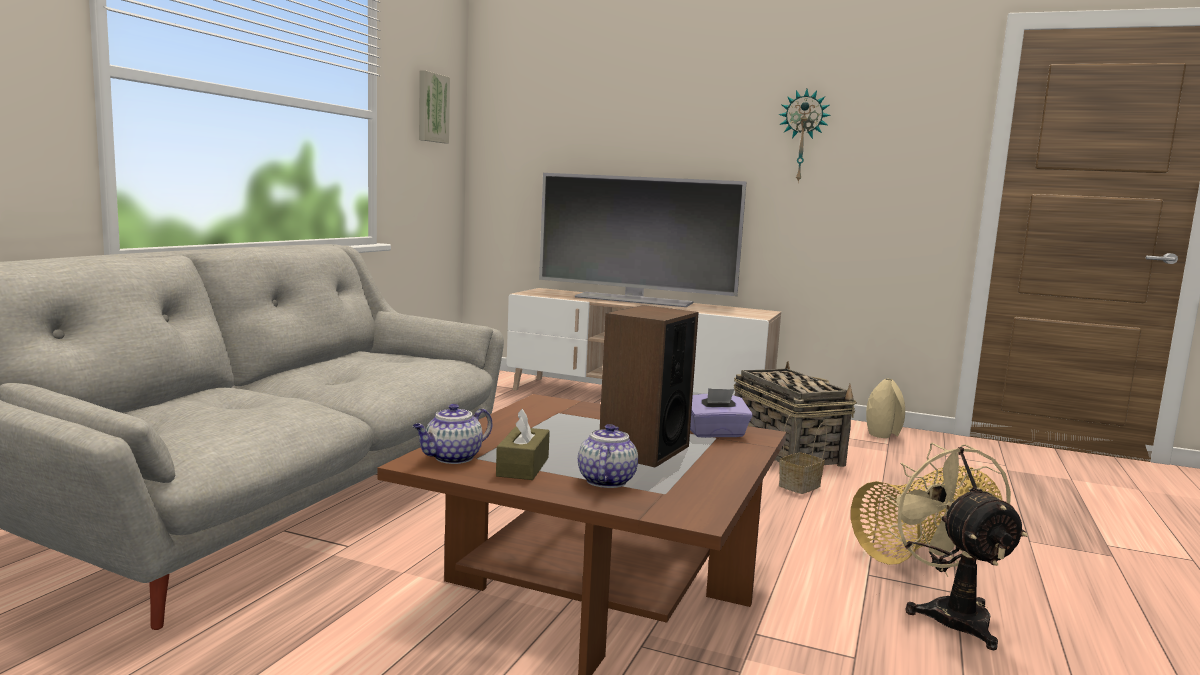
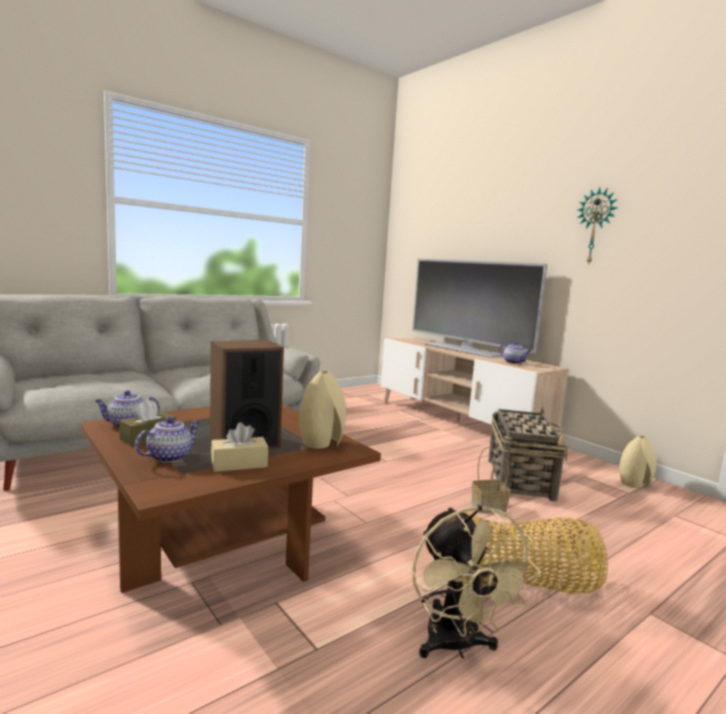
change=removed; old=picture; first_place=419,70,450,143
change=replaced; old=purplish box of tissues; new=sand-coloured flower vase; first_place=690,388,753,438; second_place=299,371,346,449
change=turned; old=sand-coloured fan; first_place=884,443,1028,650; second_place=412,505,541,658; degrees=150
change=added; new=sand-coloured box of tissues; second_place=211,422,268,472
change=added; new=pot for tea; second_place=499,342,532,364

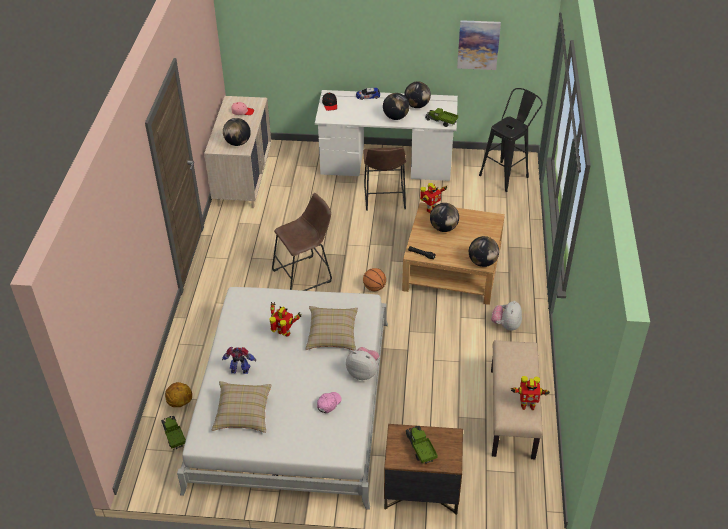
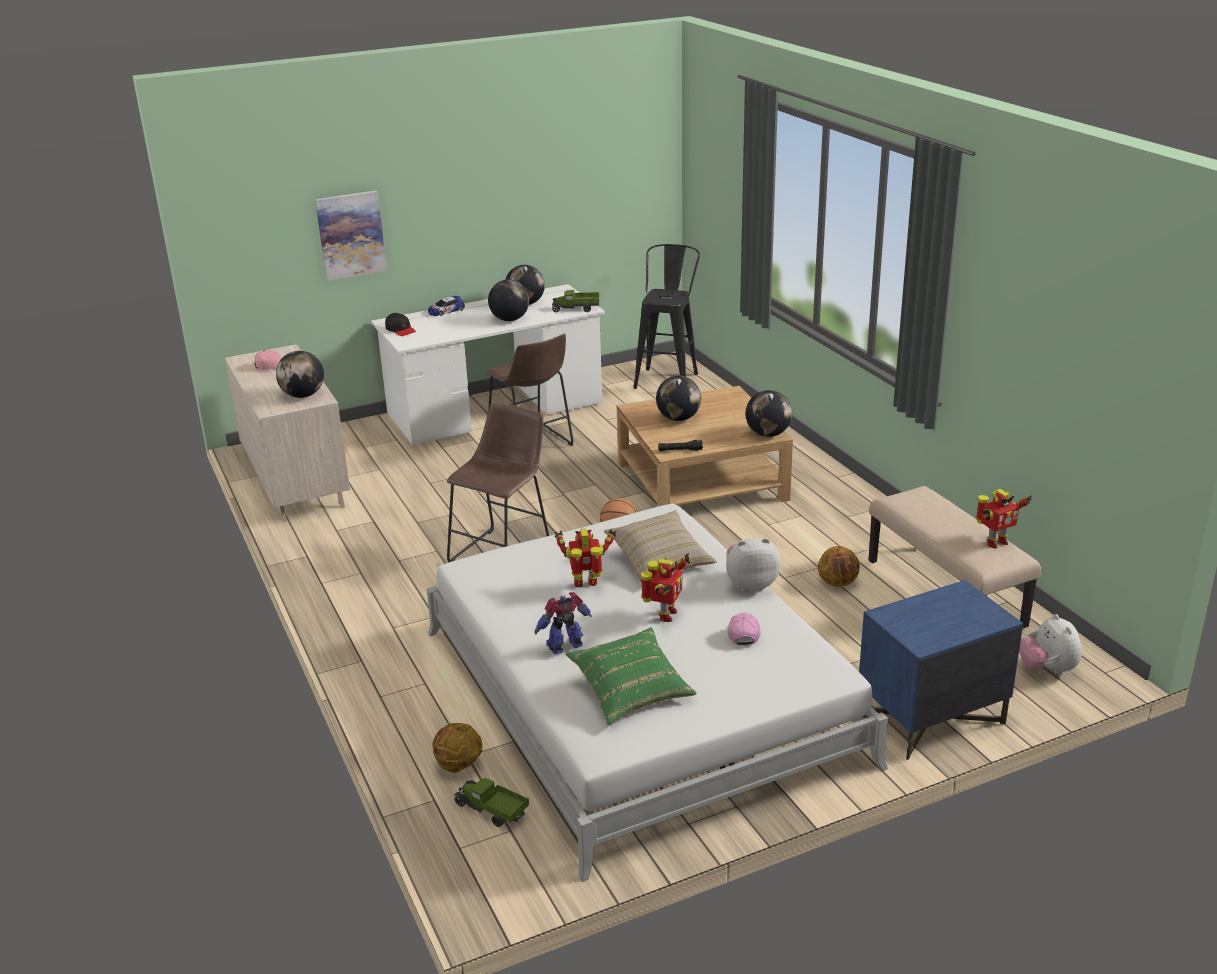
change=recoloured; old=sand-coloured pillow; new=green pillow; first_place=212,381,272,433; second_place=566,627,697,726
change=recoloured; old=brownish nightstand; new=blue nightstand; first_place=384,424,463,515; second_place=859,580,1024,760
change=removed; old=toy truck; first_place=406,426,438,464
change=moved; old=model robot; first_place=420,183,448,213; second_place=641,554,690,622
change=moved; old=picture; first_place=457,20,501,70; second_place=315,190,387,281
change=moved; old=cuddly toy; first_place=491,301,522,331; second_place=1019,614,1082,674
change=added; new=ball for basketball; second_place=818,546,860,587

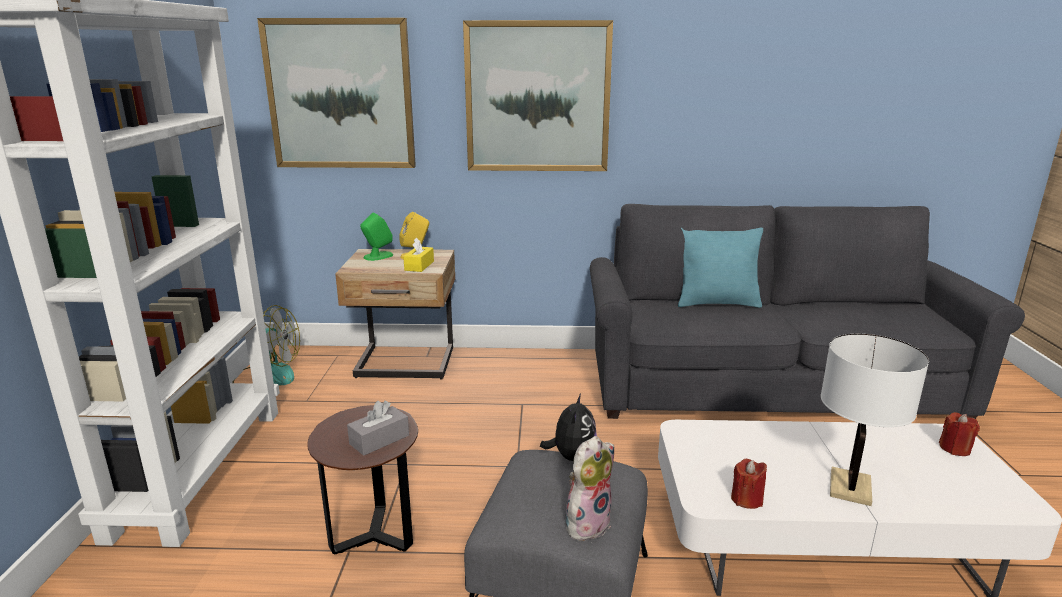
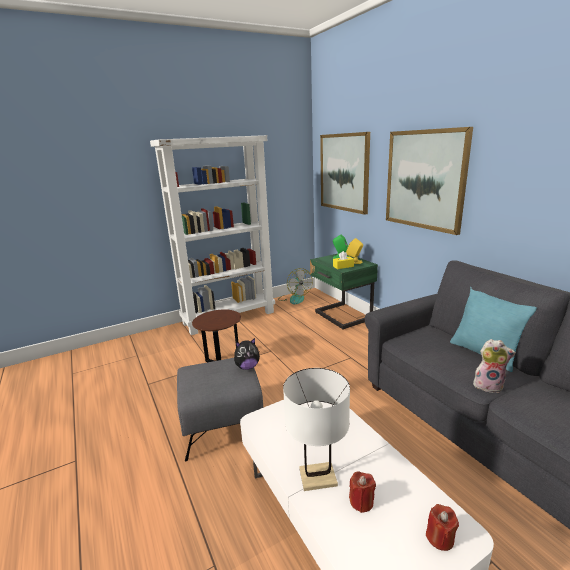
change=recoloured; old=sand-coloured nightstand; new=green nightstand; first_place=335,249,455,380; second_place=310,254,378,330
change=removed; old=gray box of tissues; first_place=347,401,409,456
change=moved; old=cuddly toy; first_place=565,436,614,540; second_place=473,339,516,393
change=moved; old=reddish candle; first_place=731,459,767,509; second_place=349,471,376,513

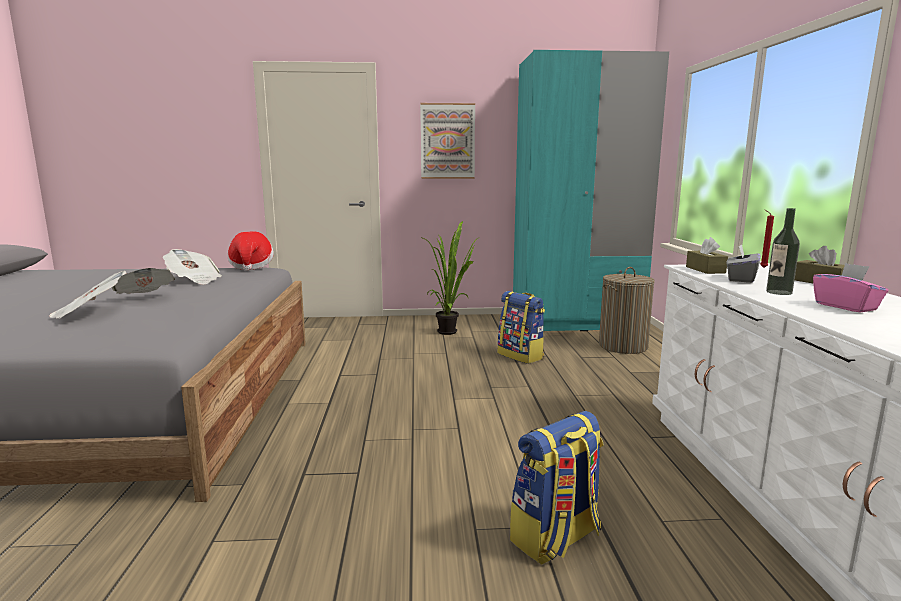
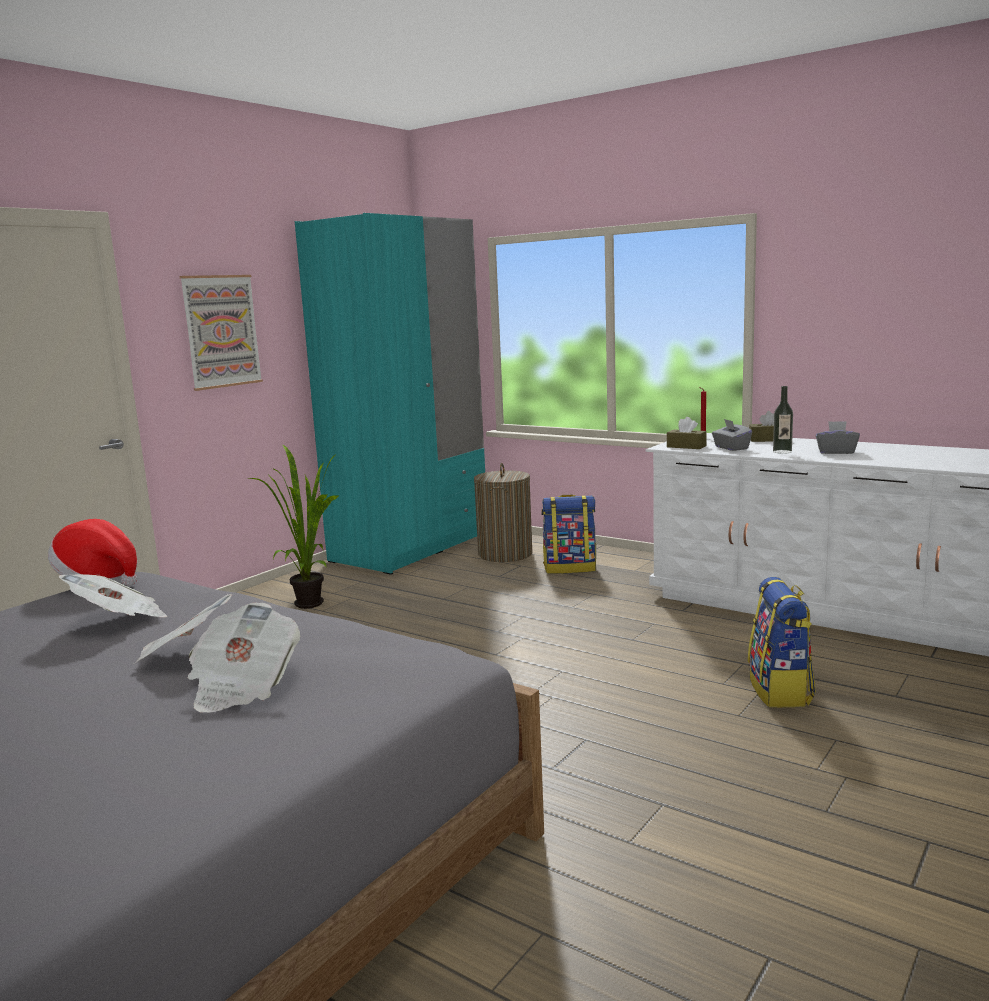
change=moved; old=knapsack; first_place=498,291,545,364; second_place=541,494,596,574
change=recoloured; old=pink-coloured box of tissues; new=gray box of tissues; first_place=813,263,889,313; second_place=816,421,860,454

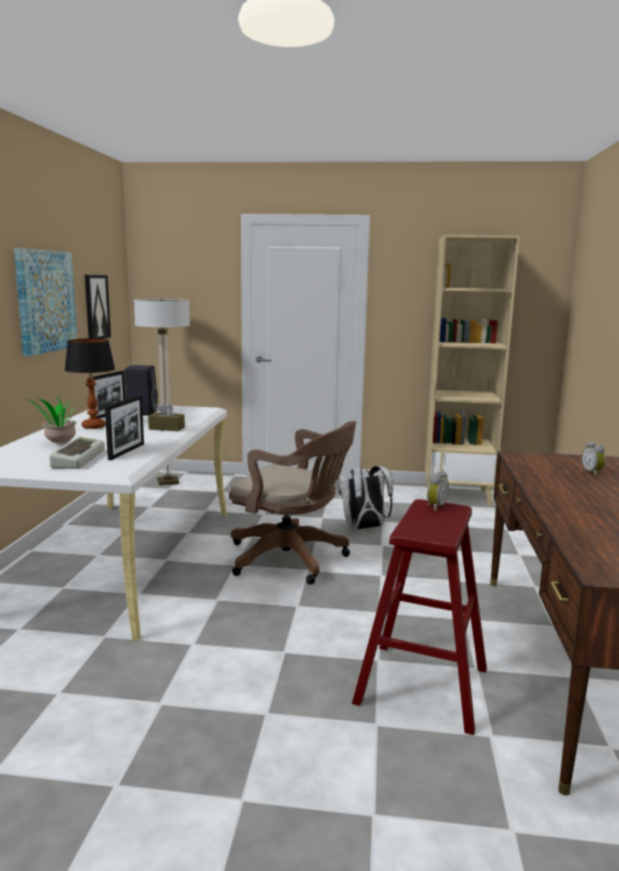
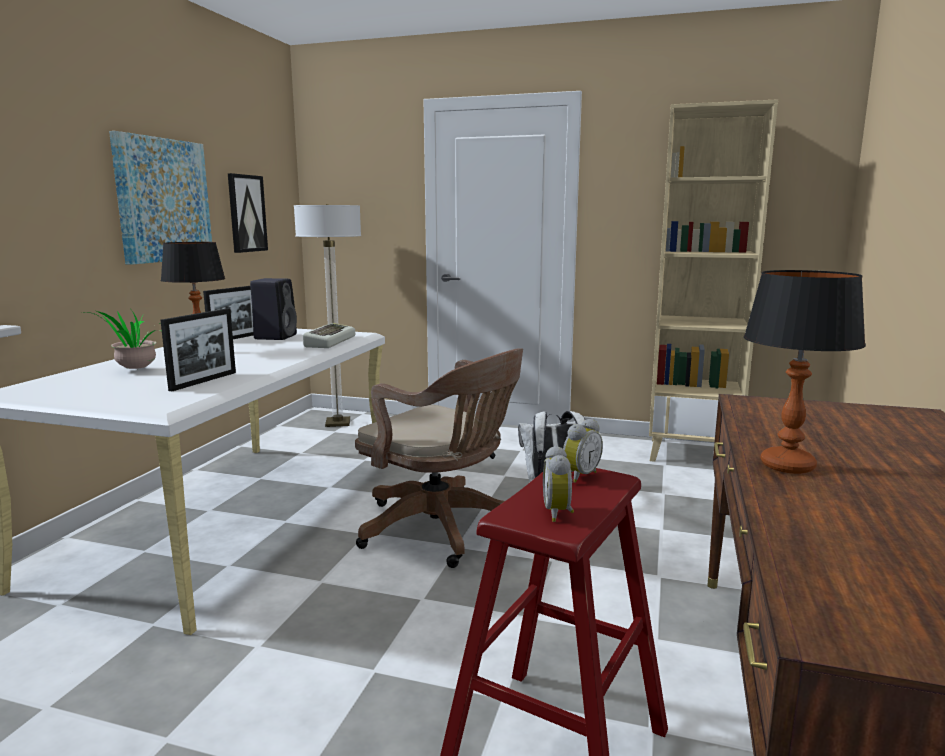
change=moved; old=PC keyboard; first_place=49,437,105,469; second_place=303,323,355,348
change=removed; old=brownish box of tissues; first_place=148,402,185,431
change=moved; old=table clock; first_place=582,441,606,476; second_place=543,445,574,522
change=added; new=table lamp; second_place=744,270,866,474

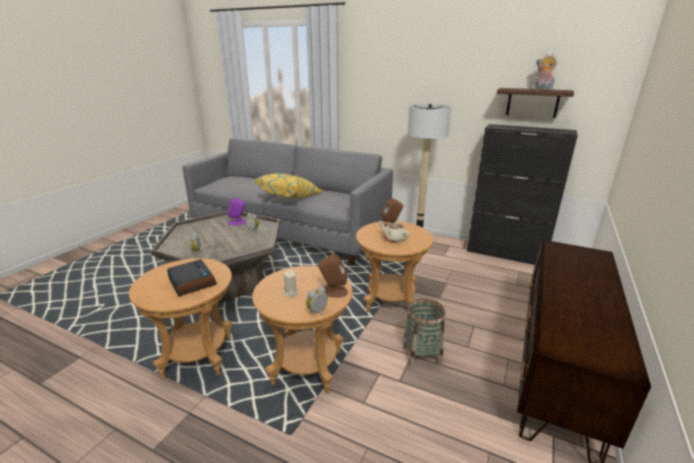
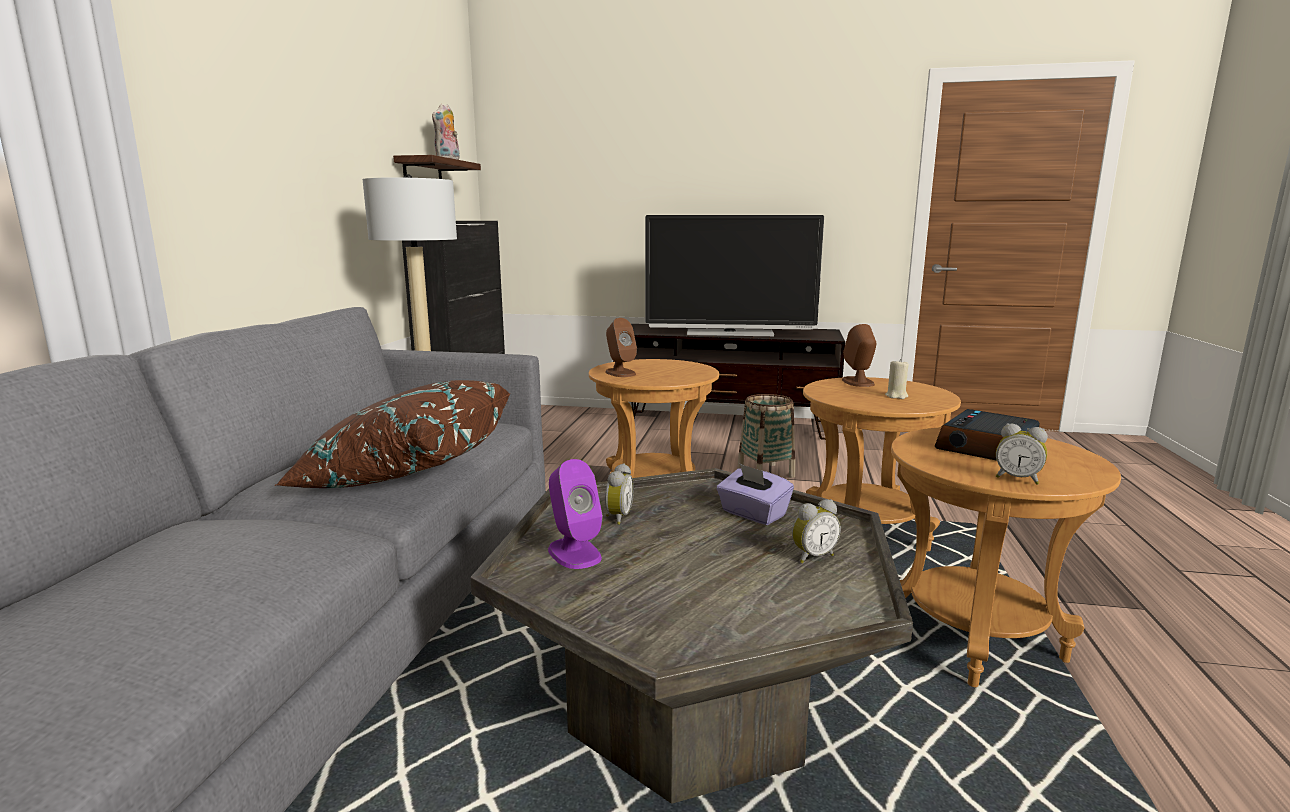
change=recoloured; old=yellow-coloured pillow; new=brownish pillow; first_place=254,174,323,198; second_place=275,380,511,488
change=moved; old=table clock; first_place=306,286,328,315; second_place=996,423,1048,485
change=removed; old=sand-coloured pot for tea; first_place=379,221,410,242
change=added; new=television; second_place=645,215,824,336
change=added; new=purplish box of tissues; second_place=717,464,794,525

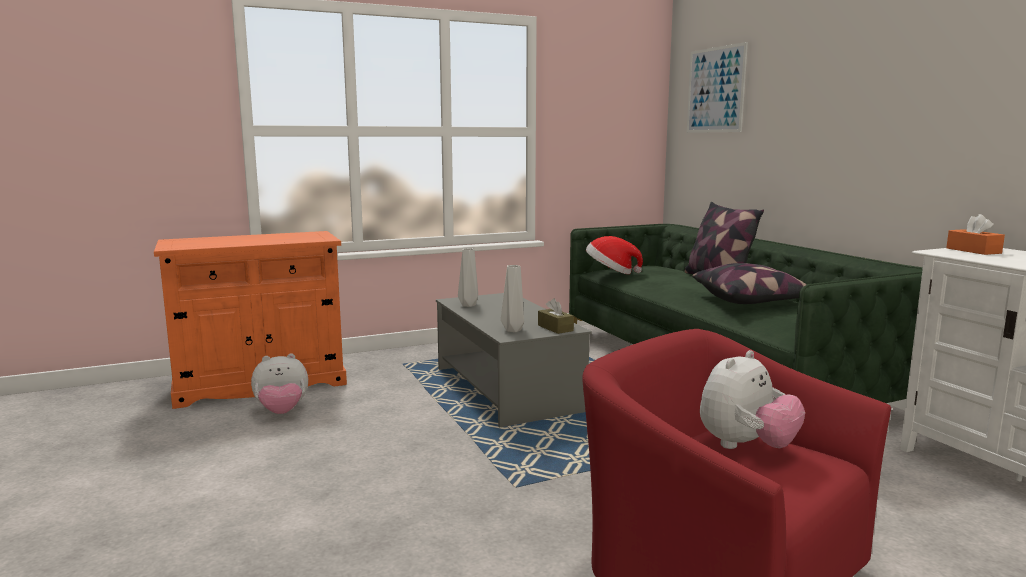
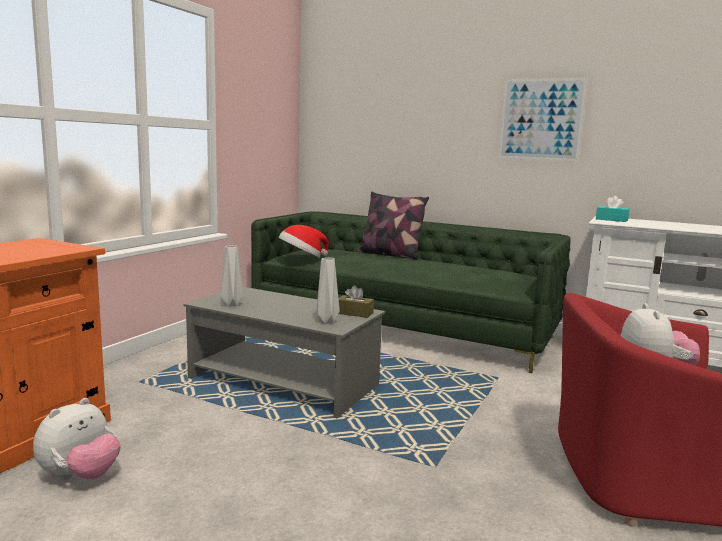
change=moved; old=picture; first_place=687,42,748,133; second_place=498,78,588,162
change=removed; old=pillow; first_place=692,263,807,304
change=recoloured; old=orange box of tissues; new=turquoise-coloured box of tissues; first_place=946,214,1005,255; second_place=596,196,630,222

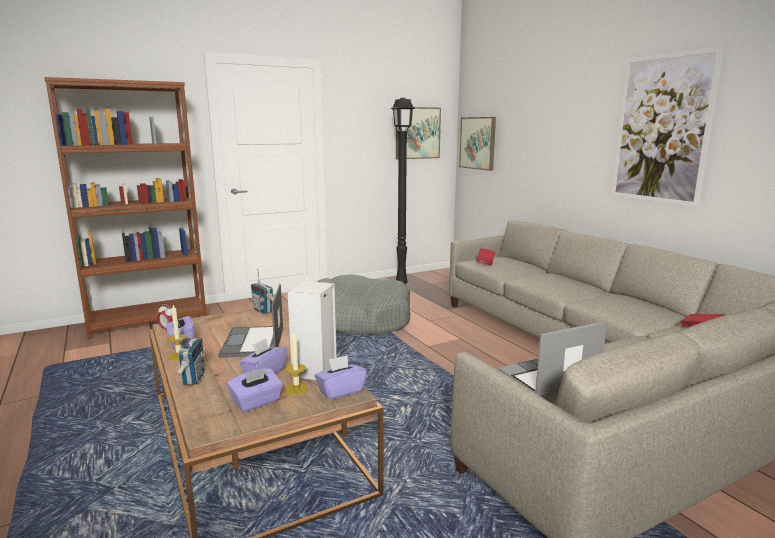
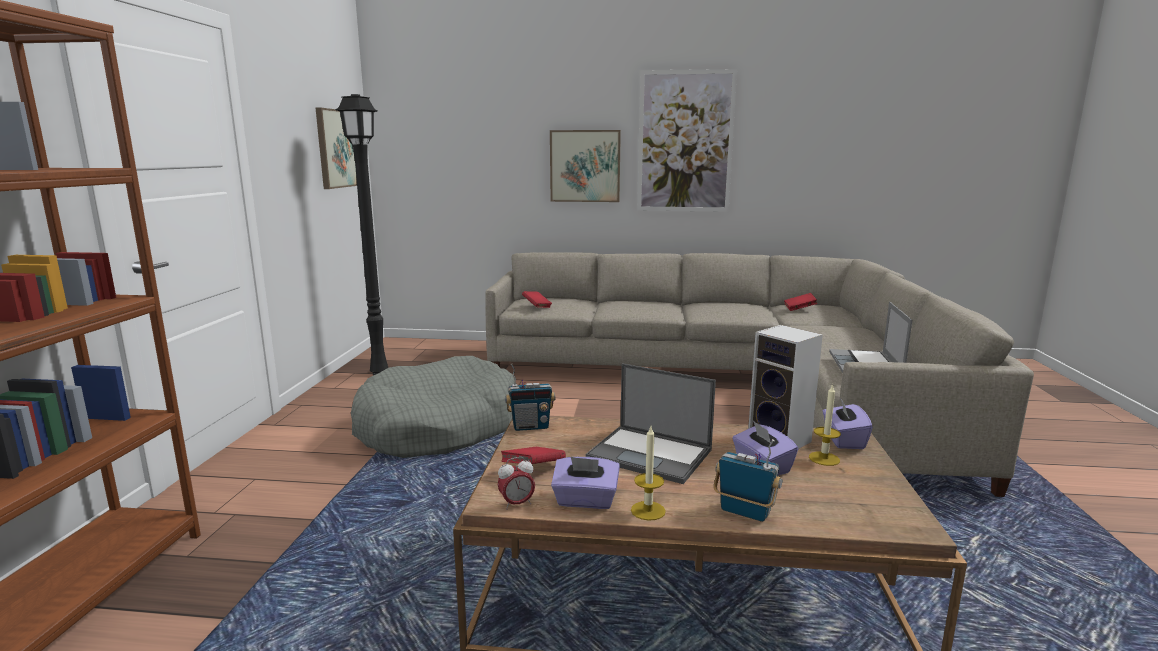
change=removed; old=purplish box of tissues; first_place=227,368,283,412
change=moved; old=picture; first_place=459,117,496,171; second_place=550,130,621,202
change=added; new=reddish bound book; second_place=501,447,566,464

